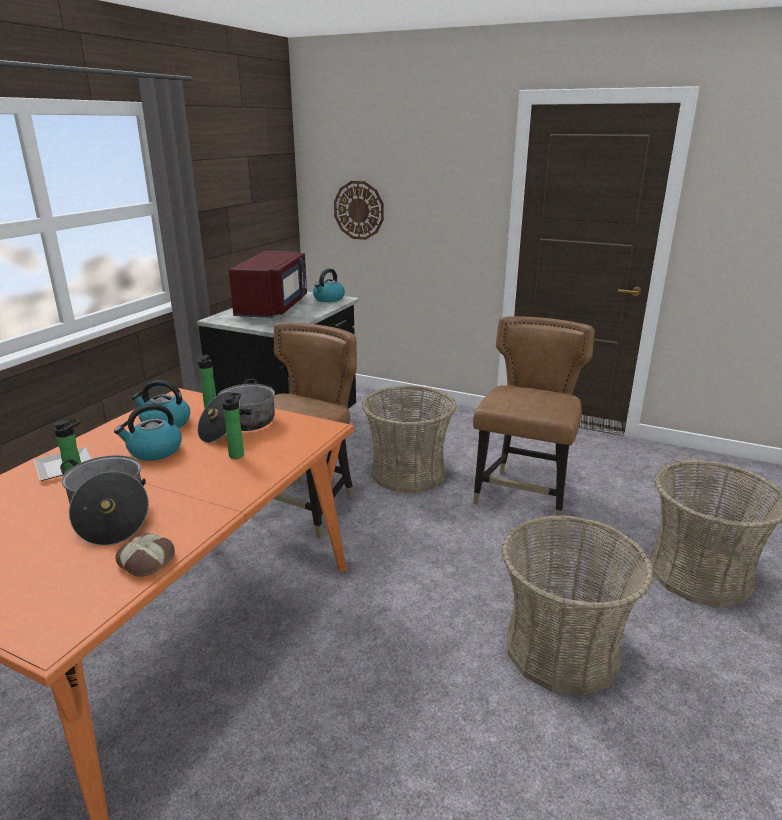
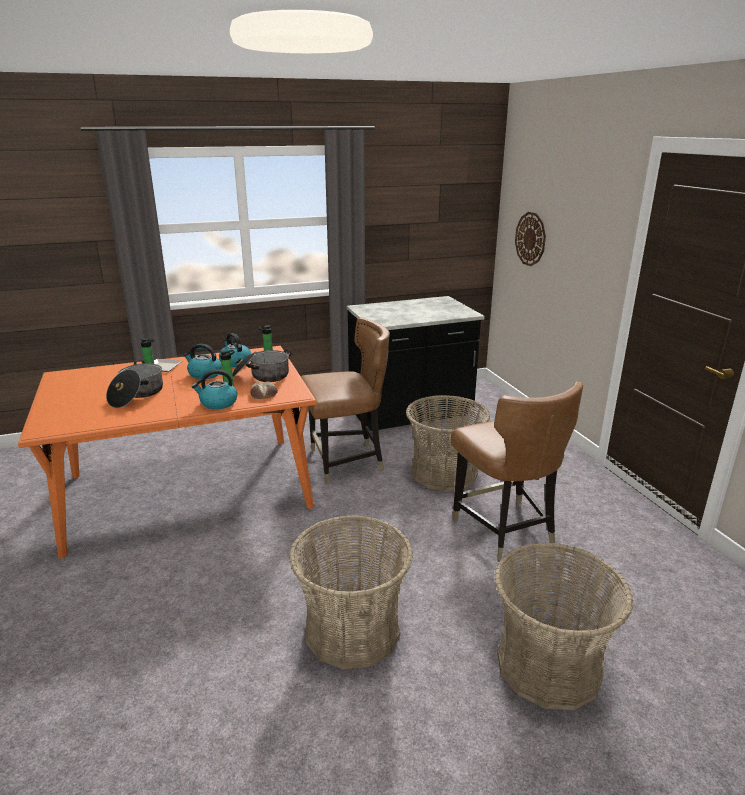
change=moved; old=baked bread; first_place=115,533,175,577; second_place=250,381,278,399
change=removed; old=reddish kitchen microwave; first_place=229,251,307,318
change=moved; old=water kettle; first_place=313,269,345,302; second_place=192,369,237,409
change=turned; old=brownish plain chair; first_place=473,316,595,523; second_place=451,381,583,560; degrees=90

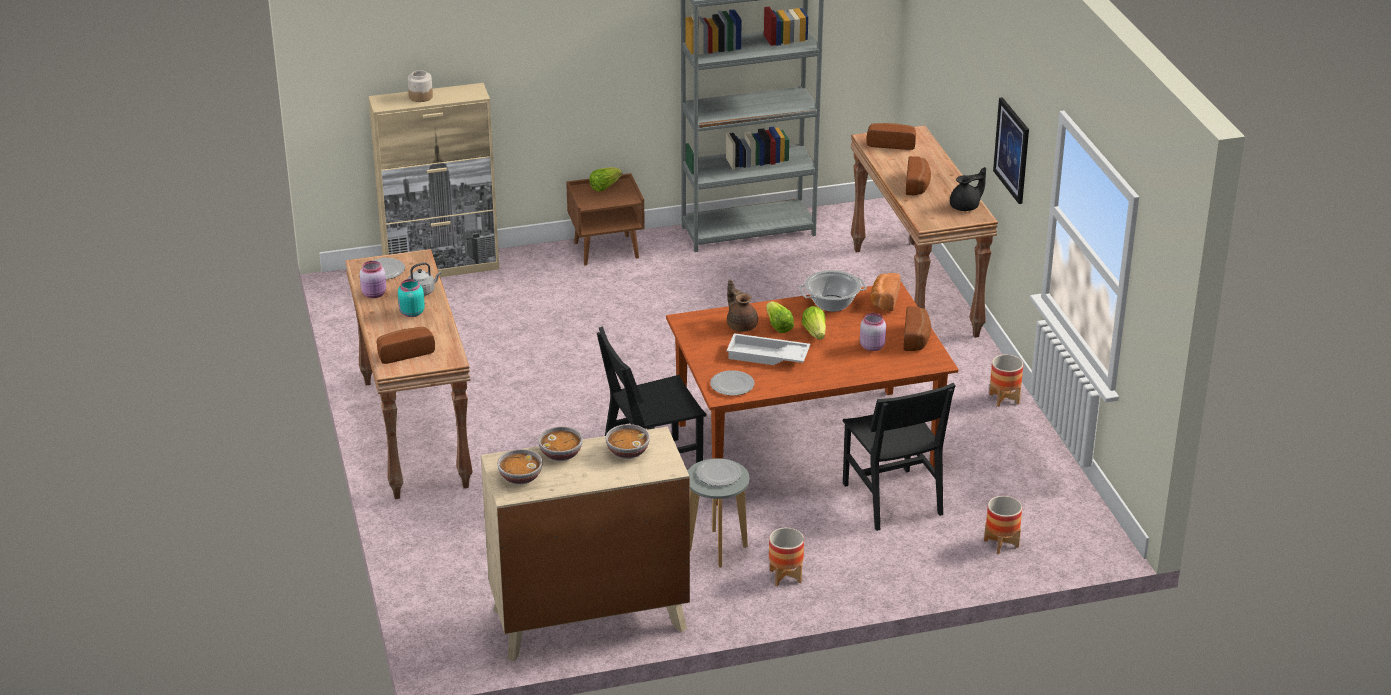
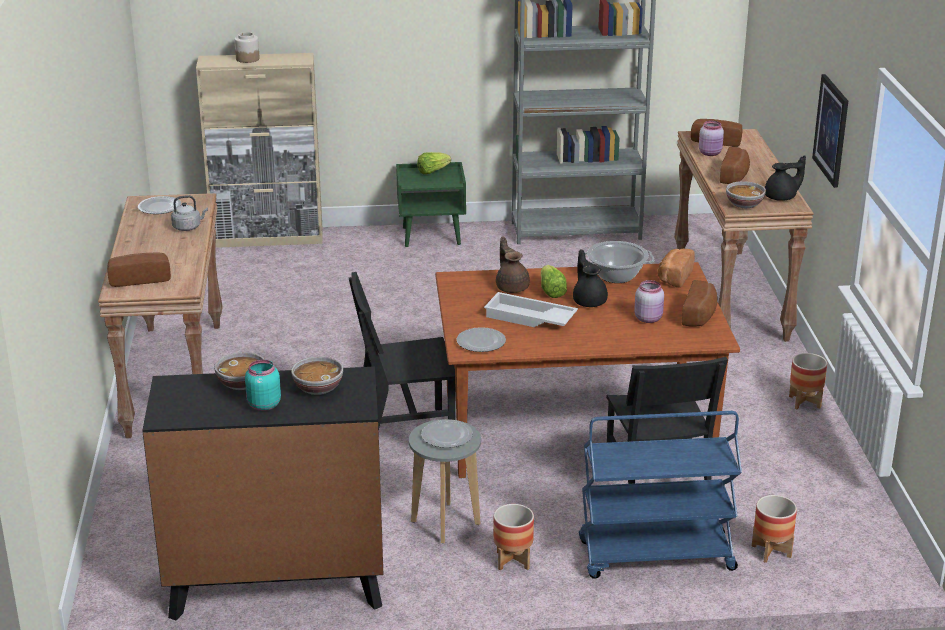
change=moved; old=pink-coloured storage jar; first_place=360,261,386,298; second_place=699,121,724,156
change=moved; old=turquoise-coloured storage jar; first_place=398,279,425,317; second_place=245,360,281,411
change=recoloured; old=sand-coloured chest of drawers; new=blackish chest of drawers; first_place=481,427,690,661; second_place=142,367,383,621
change=moved; old=bowl; first_place=497,449,543,485; second_place=726,181,766,208
change=recoloured; old=brownish nightstand; new=green nightstand; first_place=566,173,645,266; second_place=396,162,466,247
change=replaced; old=lettuce head; new=blackish pot for tea; first_place=802,306,826,340; second_place=573,249,608,307
change=added; new=blue cart; second_place=579,411,742,579

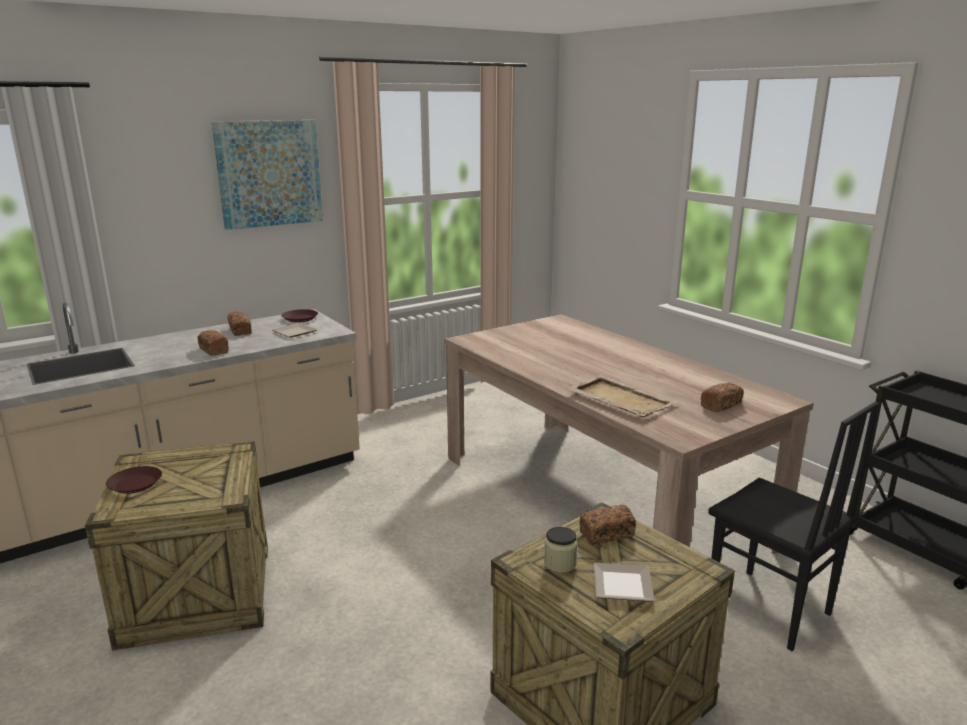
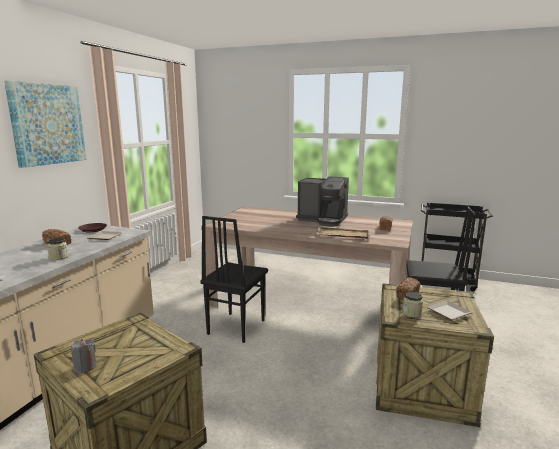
change=replaced; old=brownish plate; new=gray candle; first_place=106,466,162,494; second_place=71,339,97,373
change=replaced; old=baked bread; new=storage jar; first_place=197,330,229,356; second_place=47,238,68,260
change=added; new=blackish plain chair; second_place=201,216,268,343
change=added; new=coffee machine; second_place=296,176,349,227

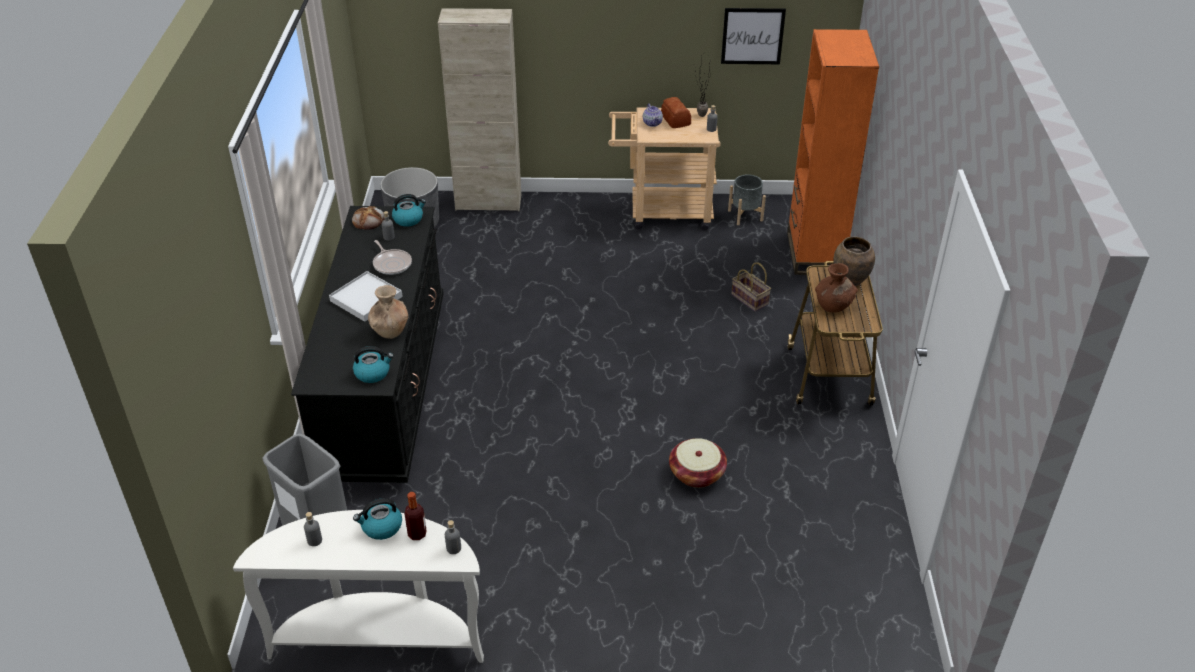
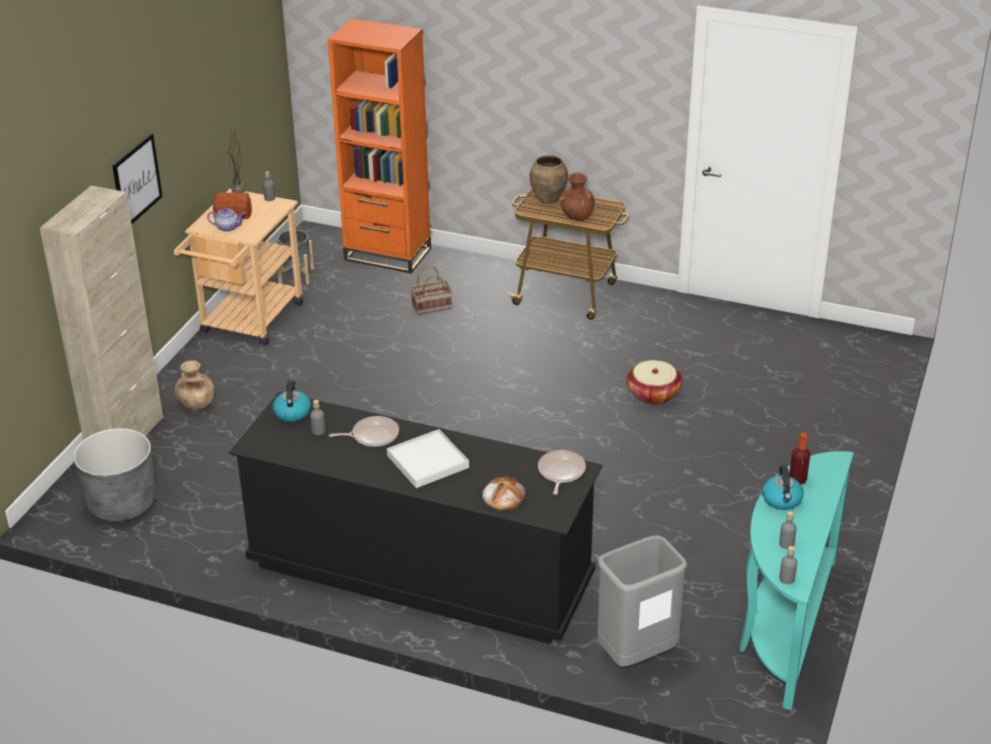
change=recoloured; old=white-coloured narrow table; new=turquoise-coloured narrow table; first_place=233,510,484,663; second_place=739,451,854,710
change=moved; old=baked bread; first_place=352,206,384,230; second_place=482,476,526,510
change=replaced; old=water kettle; new=pan; first_place=353,346,394,383; second_place=538,450,586,495
change=moved; old=brownish flower vase; first_place=368,285,408,339; second_place=175,360,214,409
change=moved; old=gray beverage bottle; first_place=445,520,461,554; second_place=779,546,797,584
change=moved; old=picture; first_place=721,8,786,64; second_place=112,133,163,225

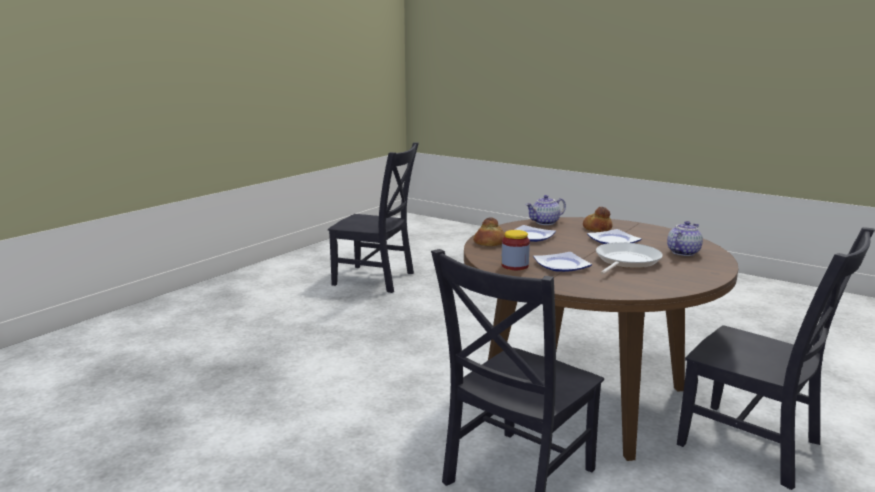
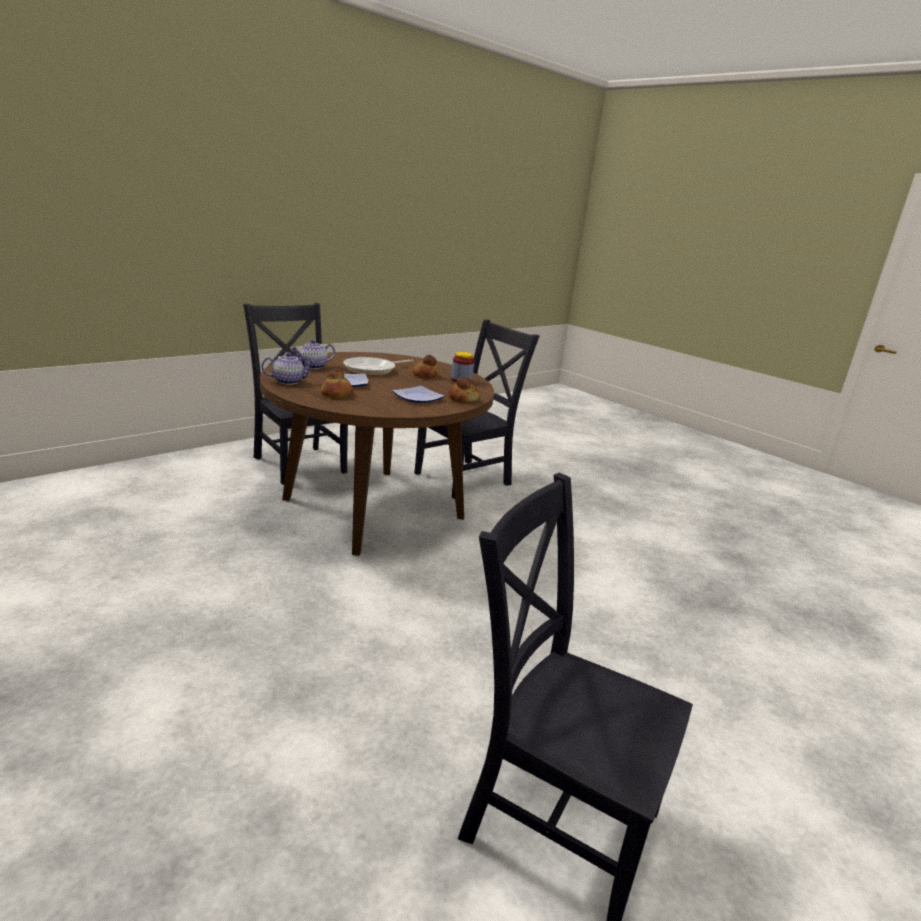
change=moved; old=pot for tea; first_place=526,195,566,225; second_place=261,352,315,385
change=replaced; old=plate; new=baked bread; first_place=533,252,592,272; second_place=412,355,439,378

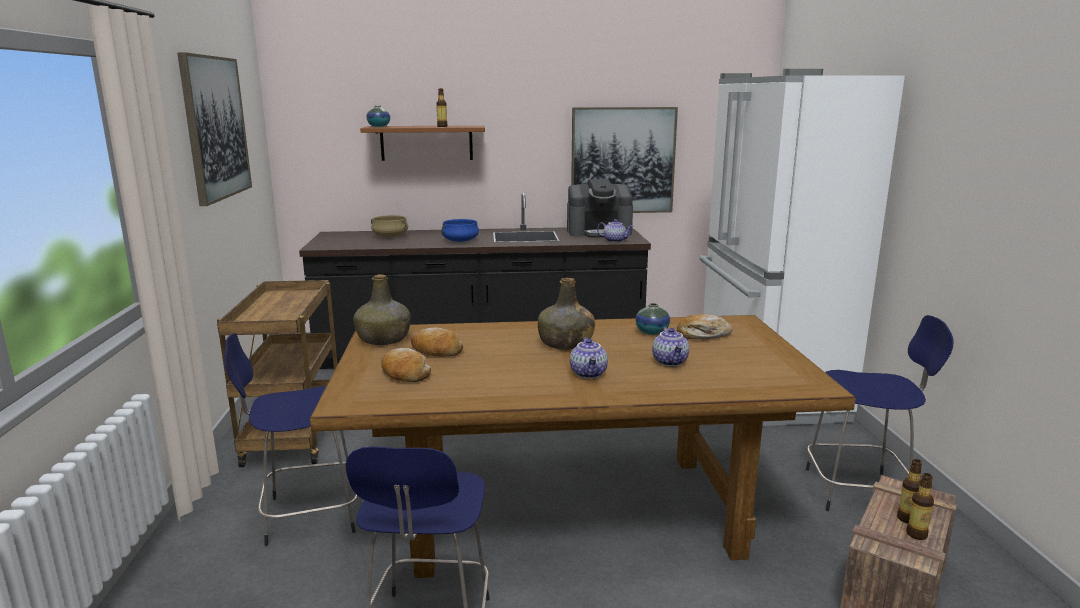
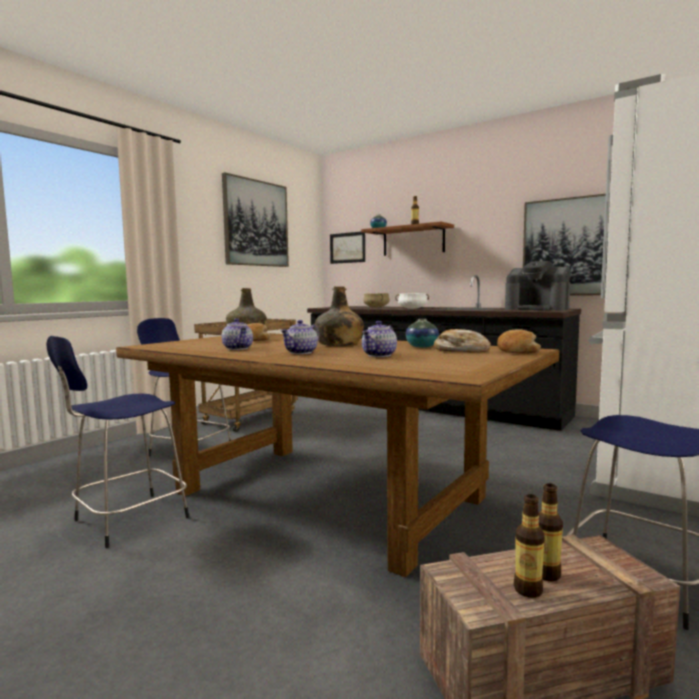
change=moved; old=baked bread; first_place=381,348,431,382; second_place=497,330,541,354
change=recoloured; old=blue cooking pot; new=white-coloured cooking pot; first_place=441,219,479,242; second_place=395,293,429,309
change=moved; old=pot for tea; first_place=597,219,633,243; second_place=222,318,253,350
change=added; new=picture; second_place=330,232,365,264

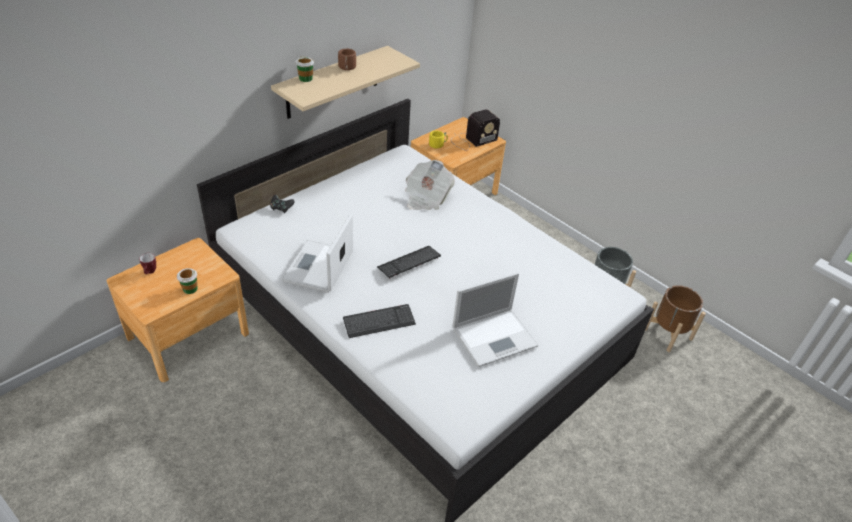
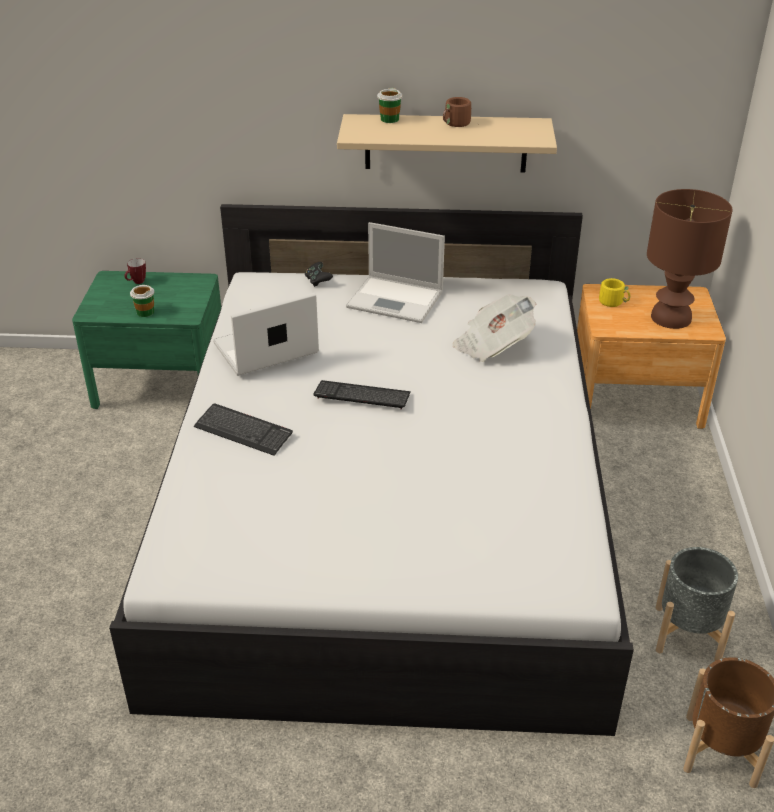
change=recoloured; old=brownish nightstand; new=green nightstand; first_place=106,238,249,382; second_place=72,271,221,409
change=replaced; old=radio set; new=brownish table lamp; first_place=451,109,500,150; second_place=647,189,732,329
change=moved; old=laptop; first_place=453,272,538,367; second_place=346,222,445,323

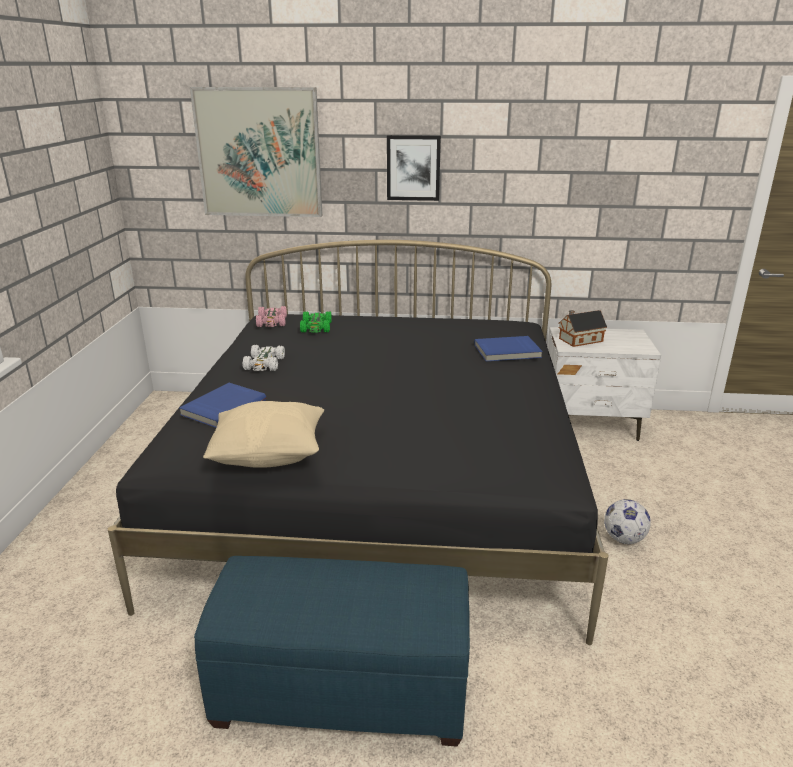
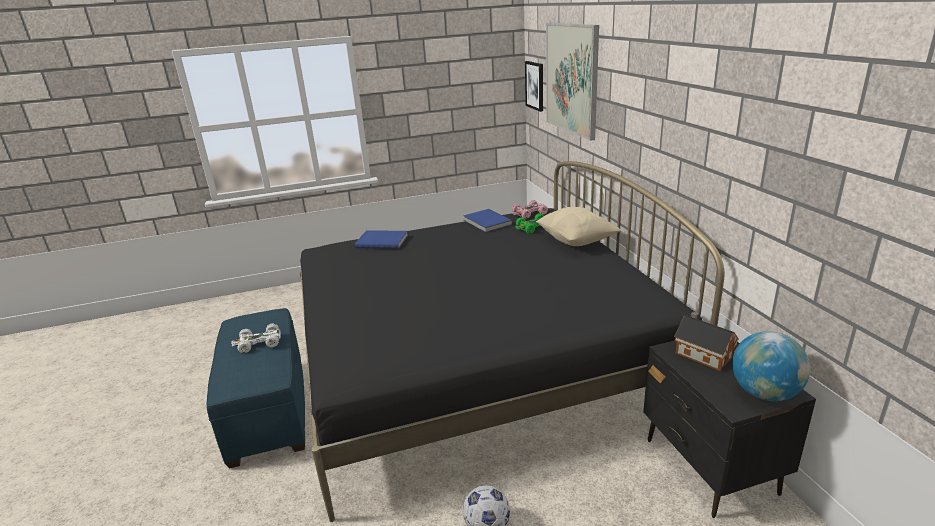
change=moved; old=sand-coloured pillow; first_place=203,401,324,468; second_place=536,207,621,246
change=moved; old=white-coloured miniature car; first_place=242,345,285,371; second_place=231,323,281,353
change=moved; old=picture; first_place=387,135,441,201; second_place=525,61,543,112
change=moved; old=blue bound book; first_place=474,336,543,361; second_place=463,209,513,232
change=recoloured; old=white-coloured nightstand; new=blackish nightstand; first_place=547,327,661,441; second_place=643,341,816,518
change=added; new=world globe; second_place=732,331,810,401

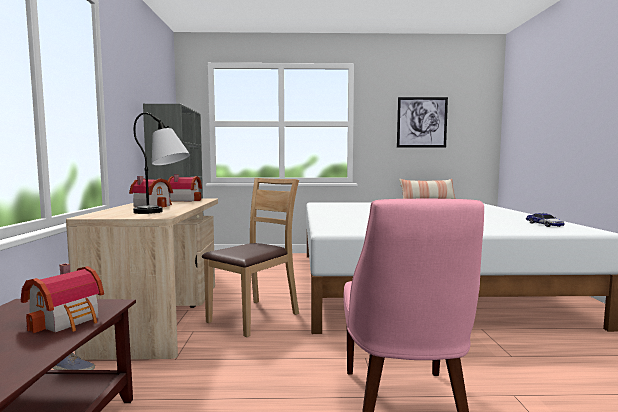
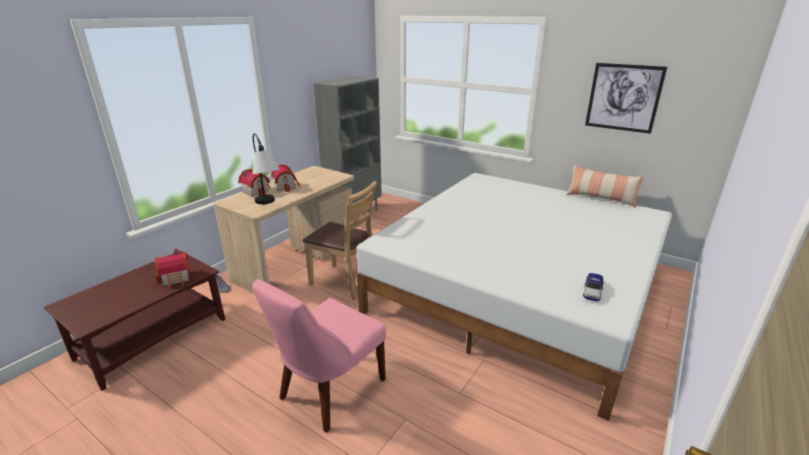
change=moved; old=toy house; first_place=168,174,202,202; second_place=238,169,271,197
change=turned; old=brownish plain chair; first_place=202,178,299,337; second_place=303,181,377,300; degrees=45

